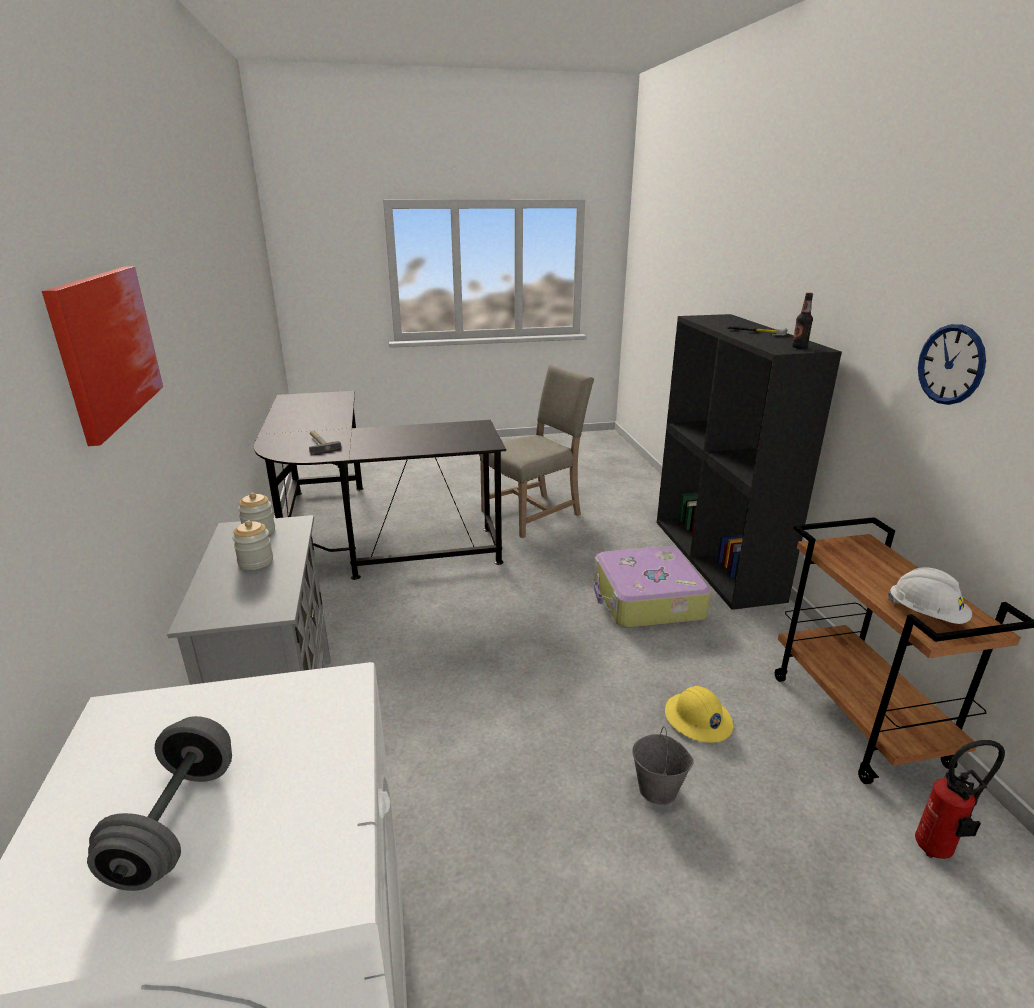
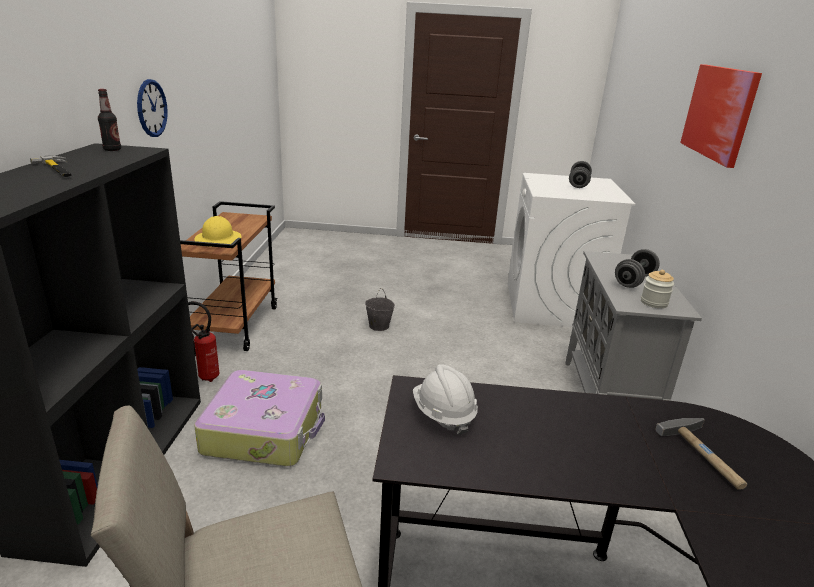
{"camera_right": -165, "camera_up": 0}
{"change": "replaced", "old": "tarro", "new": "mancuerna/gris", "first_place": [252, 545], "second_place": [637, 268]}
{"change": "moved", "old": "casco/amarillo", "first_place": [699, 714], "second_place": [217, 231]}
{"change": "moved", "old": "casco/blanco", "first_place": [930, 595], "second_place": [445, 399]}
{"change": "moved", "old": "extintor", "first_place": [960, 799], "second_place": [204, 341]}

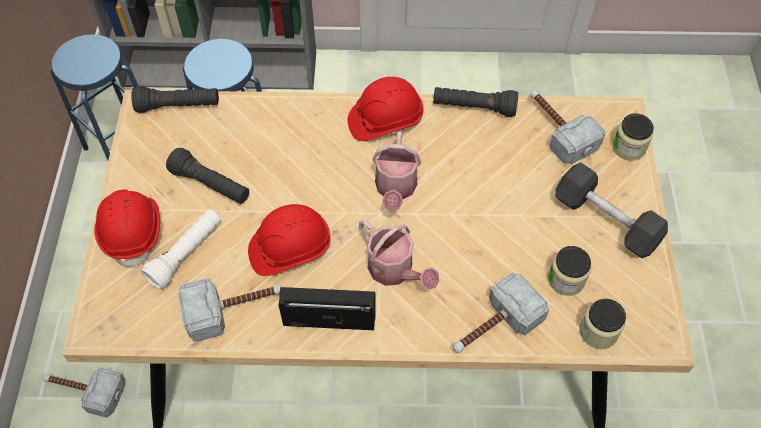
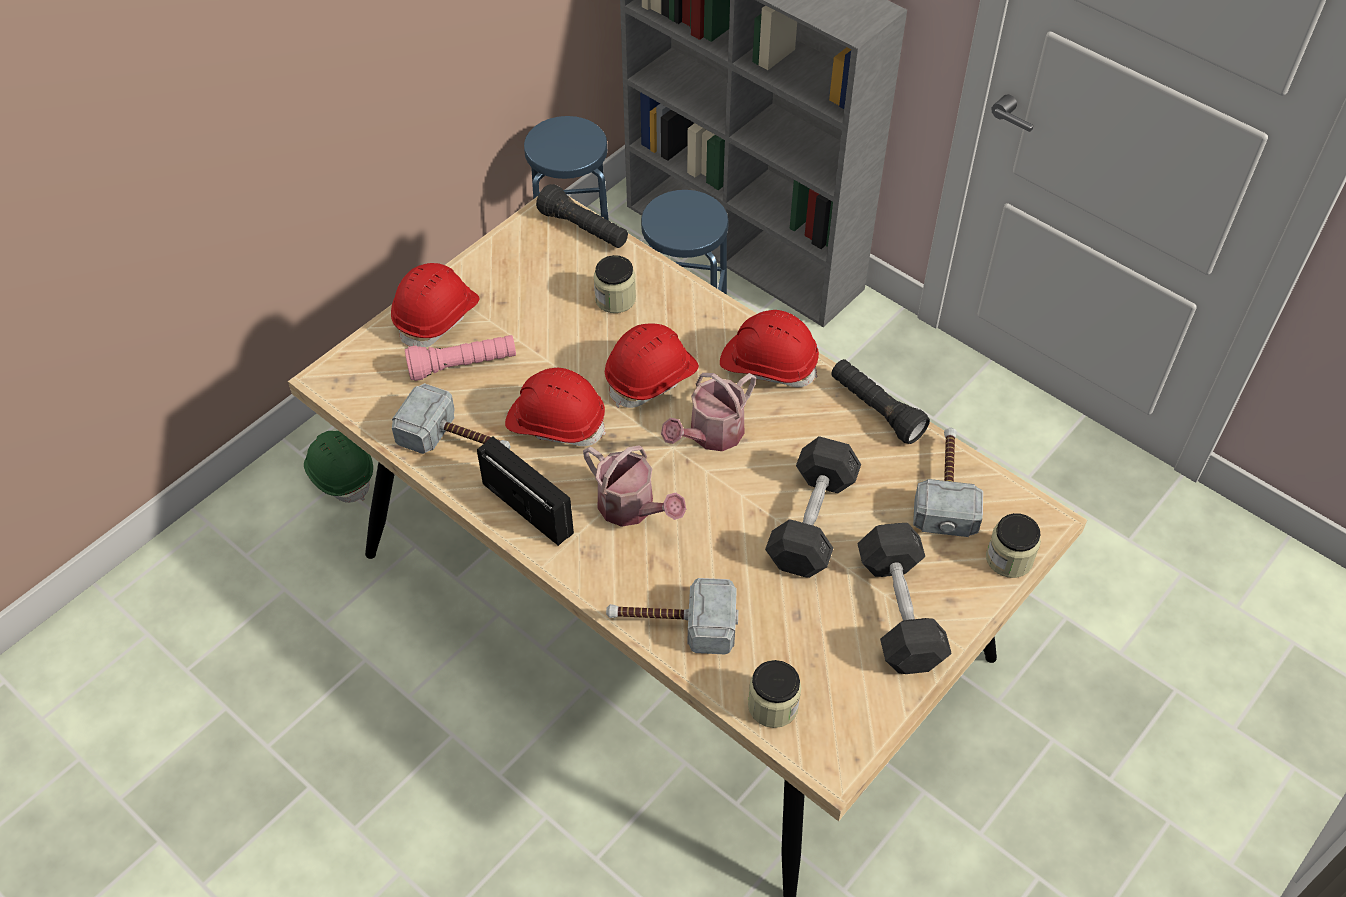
{"camera_right": 40, "camera_up": -5}
{"change": "replaced", "old": "martillo", "new": "casco/verde", "first_place": [83, 392], "second_place": [338, 467]}
{"change": "recoloured", "old": "linterna/blanco", "new": "linterna/rosa", "first_place": [181, 249], "second_place": [460, 358]}
{"change": "removed", "old": "linterna/negro", "first_place": [207, 176]}
{"change": "turned", "old": "regadera", "first_place": [399, 255], "second_place": [634, 486], "degrees": -45}
{"change": "moved", "old": "tarro", "first_place": [569, 271], "second_place": [615, 284]}
{"change": "added", "new": "casco/rojo", "second_place": [652, 365]}
{"change": "added", "new": "mancuerna/gris", "second_place": [813, 507]}

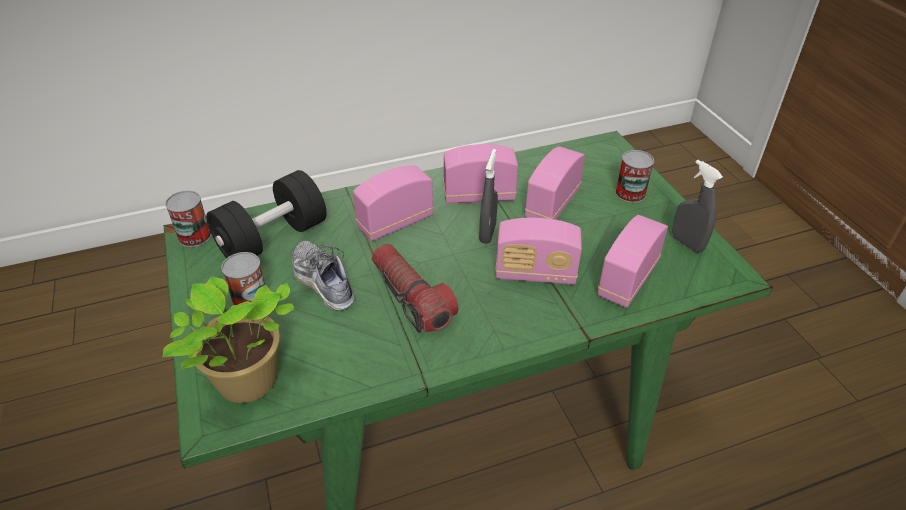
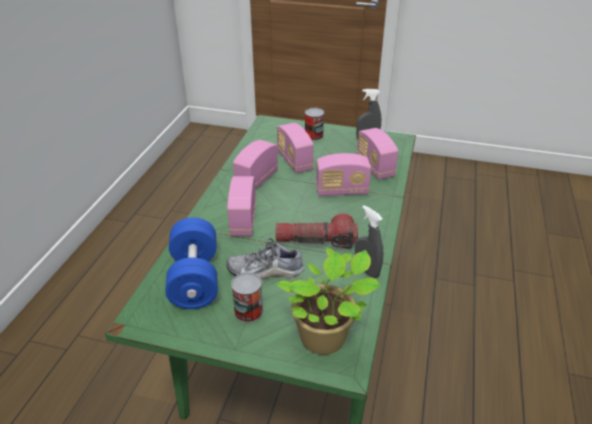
{"camera_right": -55, "camera_up": -5}
{"change": "removed", "old": "lata", "first_place": [188, 219]}
{"change": "recoloured", "old": "mancuerna/negro", "new": "mancuerna/azul", "first_place": [266, 214], "second_place": [191, 263]}
{"change": "moved", "old": "pulverizador/gris", "first_place": [488, 196], "second_place": [369, 242]}
{"change": "turned", "old": "radio", "first_place": [538, 251], "second_place": [343, 174], "degrees": 45}

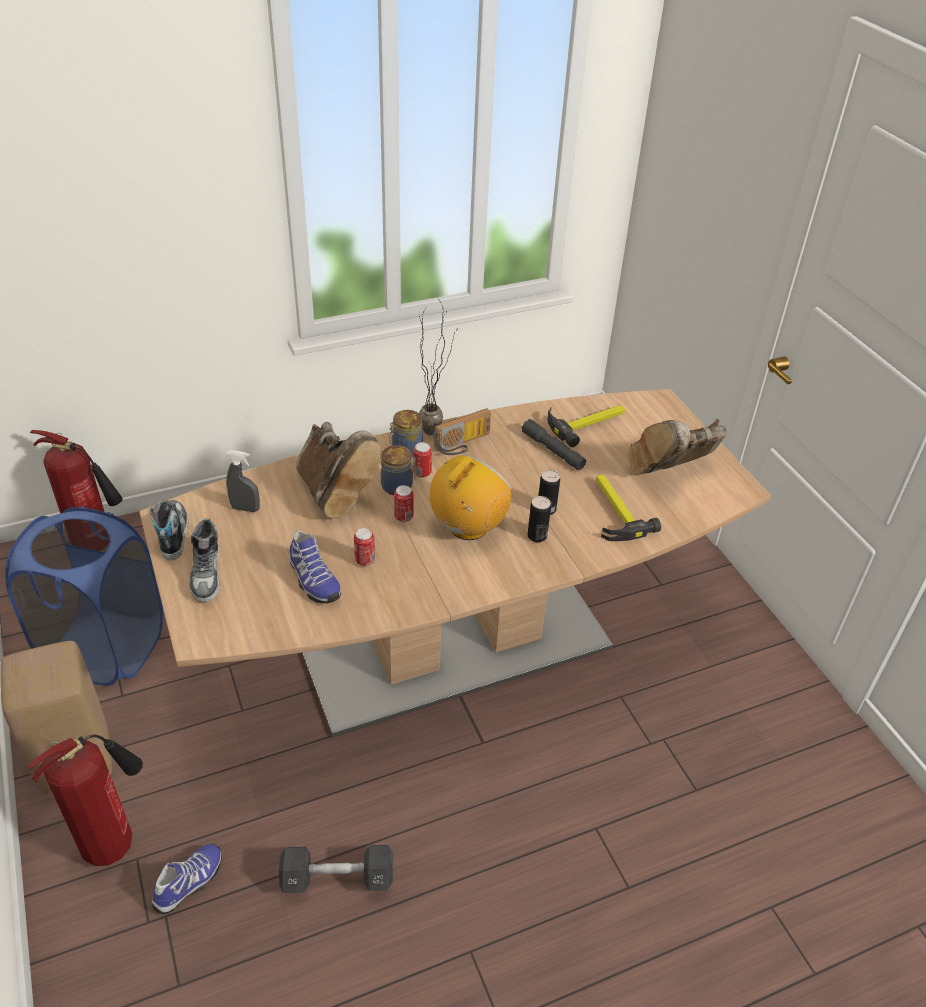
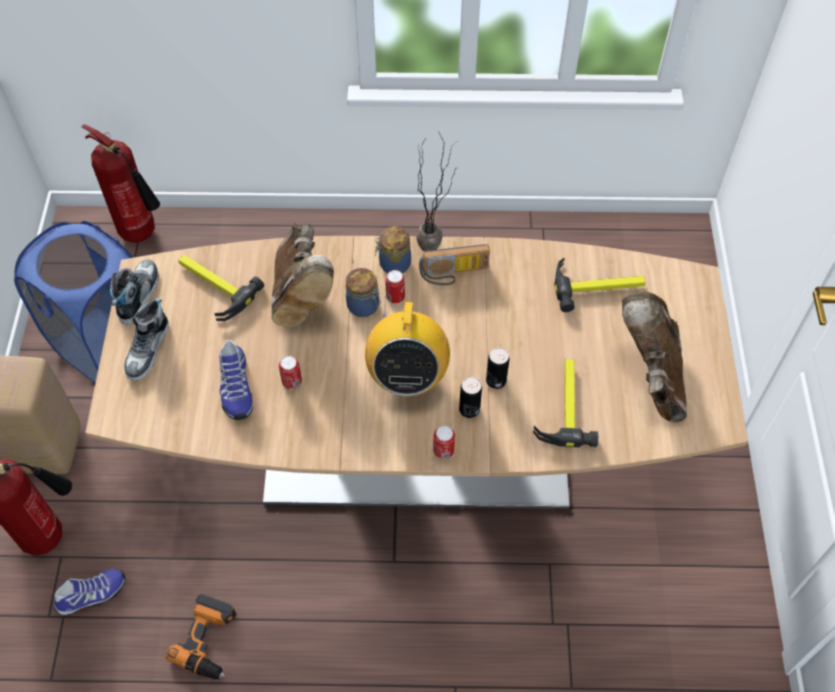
{"camera_right": 25, "camera_up": 15}
{"change": "replaced", "old": "pulverizador/gris", "new": "martillo", "first_place": [243, 481], "second_place": [221, 288]}
{"change": "replaced", "old": "mancuerna/negro", "new": "taladro", "first_place": [336, 869], "second_place": [201, 636]}
{"change": "moved", "old": "lata", "first_place": [403, 503], "second_place": [444, 442]}
{"change": "turned", "old": "radio", "first_place": [471, 497], "second_place": [407, 346], "degrees": 120}
{"change": "removed", "old": "linterna/gris", "first_place": [553, 444]}
{"change": "turned", "old": "bota/marrón", "first_place": [677, 447], "second_place": [654, 356], "degrees": 90}

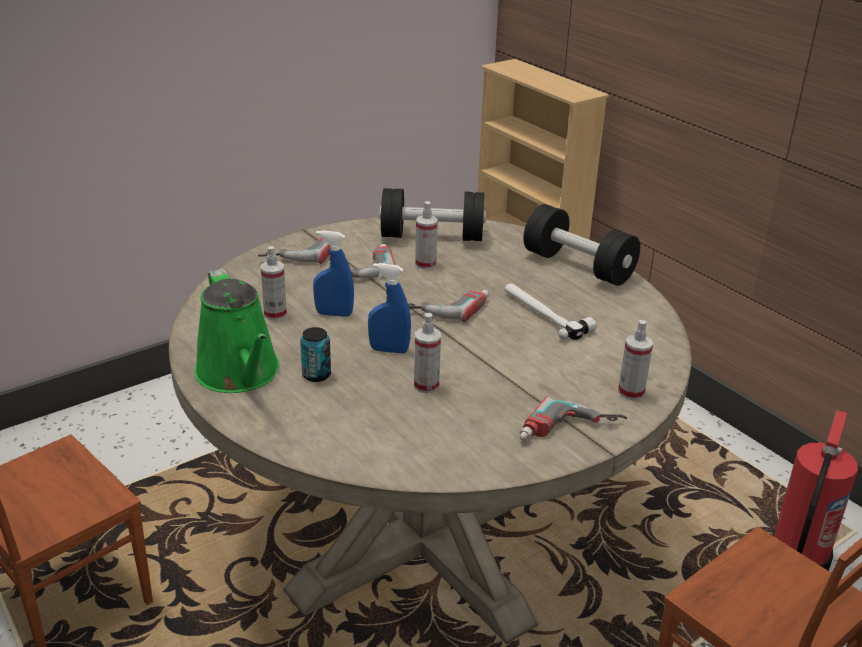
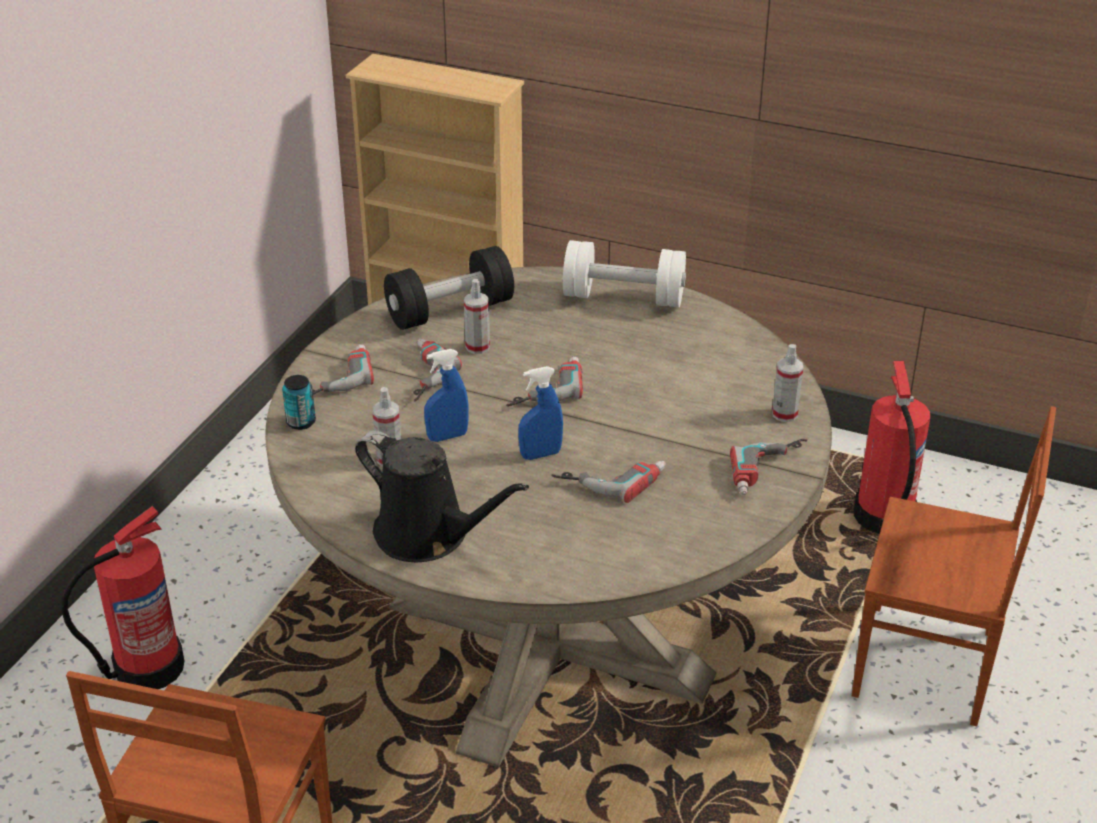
{"camera_right": -30, "camera_up": 5}
{"change": "recoloured", "old": "regadera/verde", "new": "regadera/negro", "first_place": [236, 330], "second_place": [442, 496]}
{"change": "moved", "old": "lata", "first_place": [315, 354], "second_place": [299, 402]}
{"change": "replaced", "old": "pulverizador", "new": "taladro", "first_place": [427, 353], "second_place": [609, 482]}
{"change": "removed", "old": "martillo", "first_place": [550, 311]}
{"change": "recoloured", "old": "mancuerna/negro", "new": "mancuerna/blanco", "first_place": [581, 245], "second_place": [624, 273]}
{"change": "added", "new": "extintor", "second_place": [122, 597]}

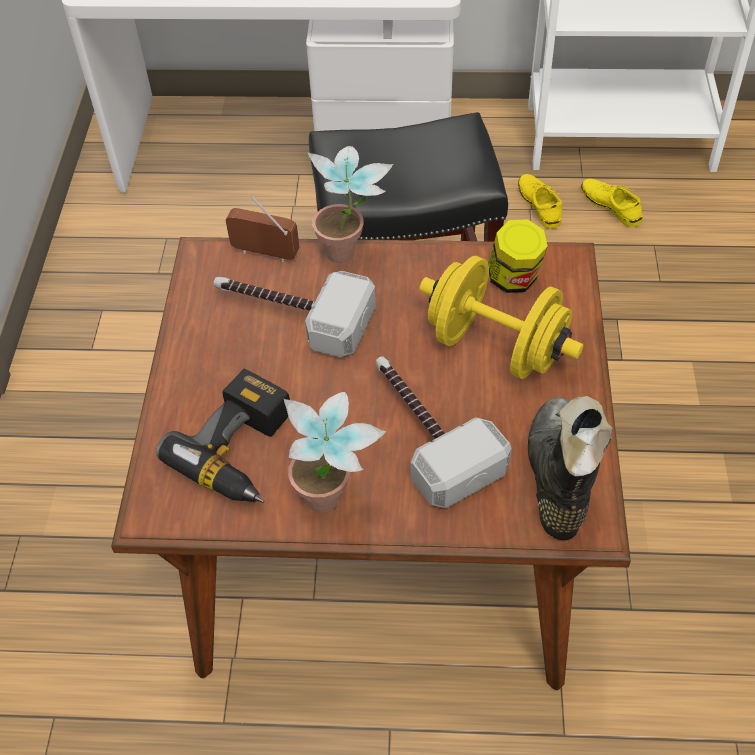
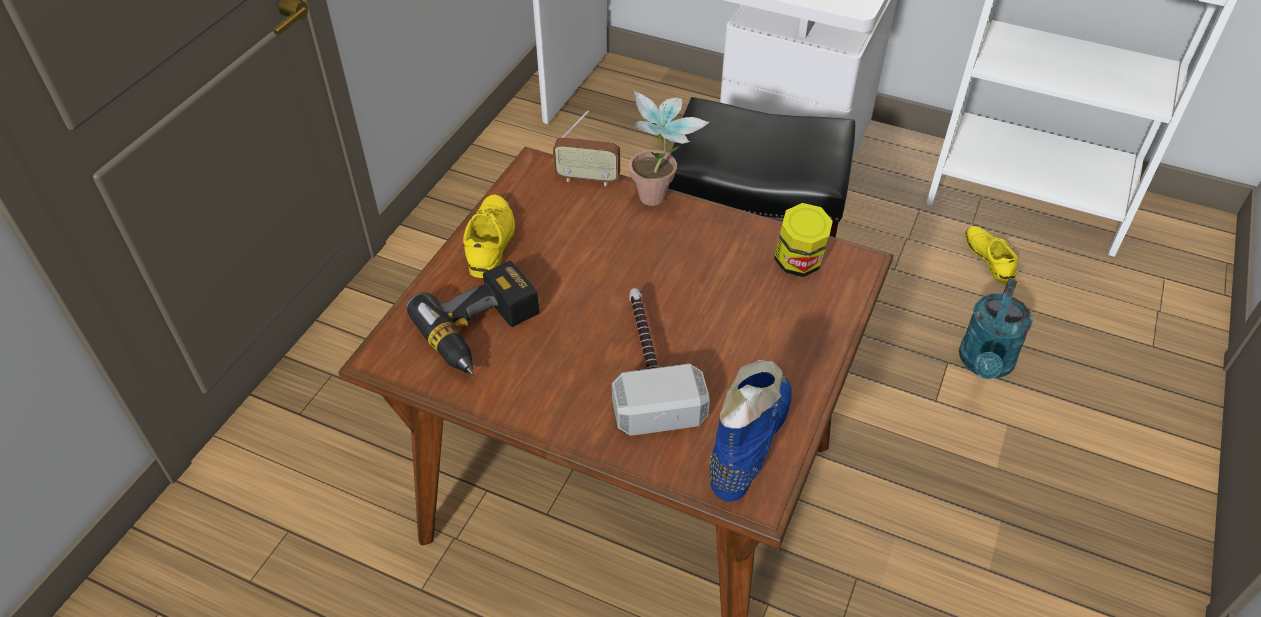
{"camera_right": 20, "camera_up": -5}
{"change": "removed", "old": "martillo", "first_place": [295, 314]}
{"change": "turned", "old": "radio", "first_place": [263, 228], "second_place": [586, 148], "degrees": 150}
{"change": "removed", "old": "planta en maceta", "first_place": [335, 452]}
{"change": "removed", "old": "mancuerna/amarillo", "first_place": [501, 317]}
{"change": "moved", "old": "zapato/amarillo", "first_place": [540, 201], "second_place": [489, 236]}
{"change": "recoloured", "old": "bota/negro", "new": "bota/azul", "first_place": [570, 468], "second_place": [750, 431]}
{"change": "added", "new": "regadera/turquesa", "second_place": [996, 329]}

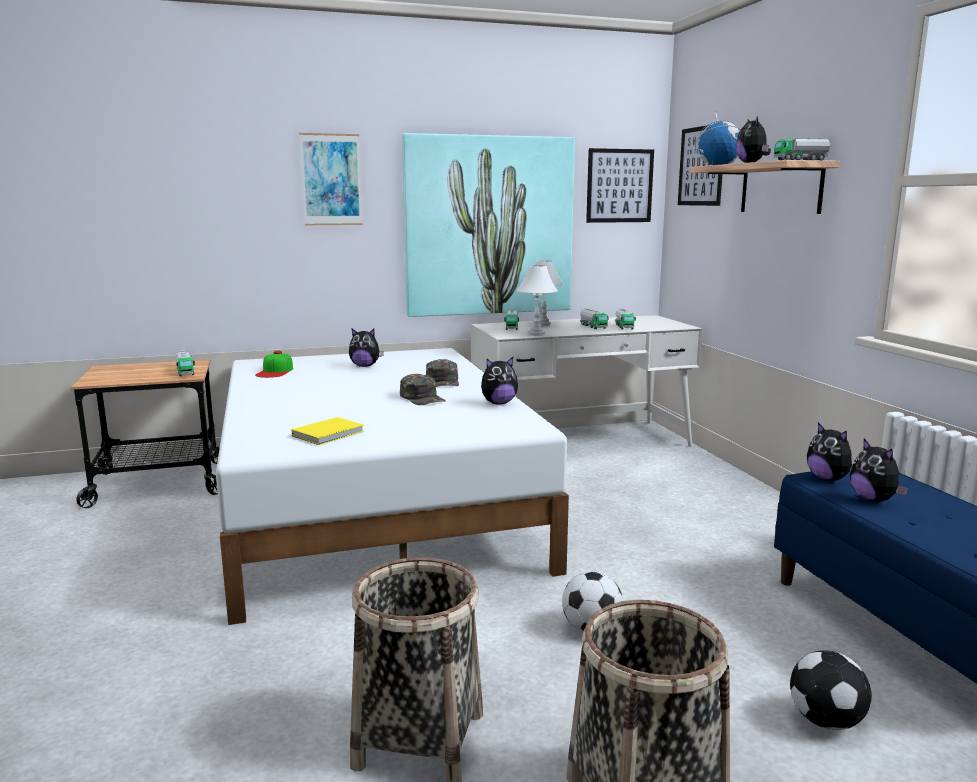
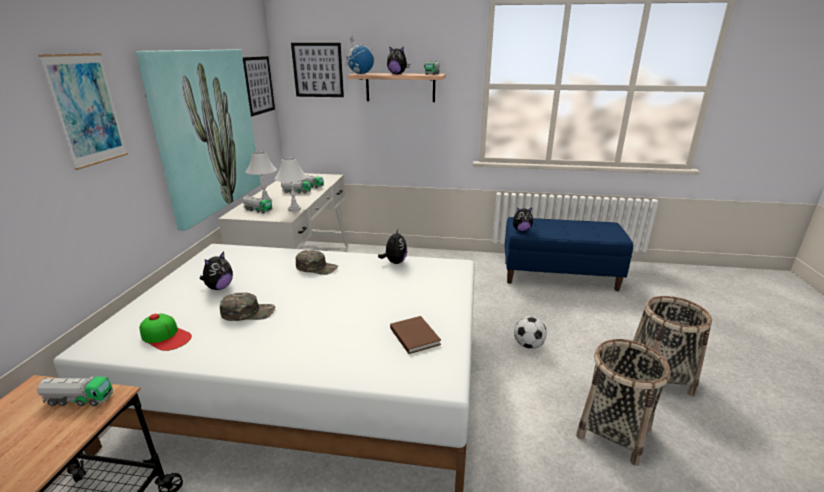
{"camera_right": -65, "camera_up": 10}
{"change": "recoloured", "old": "libro/amarillo", "new": "libro/marrón", "first_place": [328, 431], "second_place": [415, 335]}
{"change": "moved", "old": "gorra/verde", "first_place": [423, 389], "second_place": [247, 307]}
{"change": "removed", "old": "balón de fútbol", "first_place": [831, 690]}
{"change": "removed", "old": "peluche", "first_place": [879, 470]}

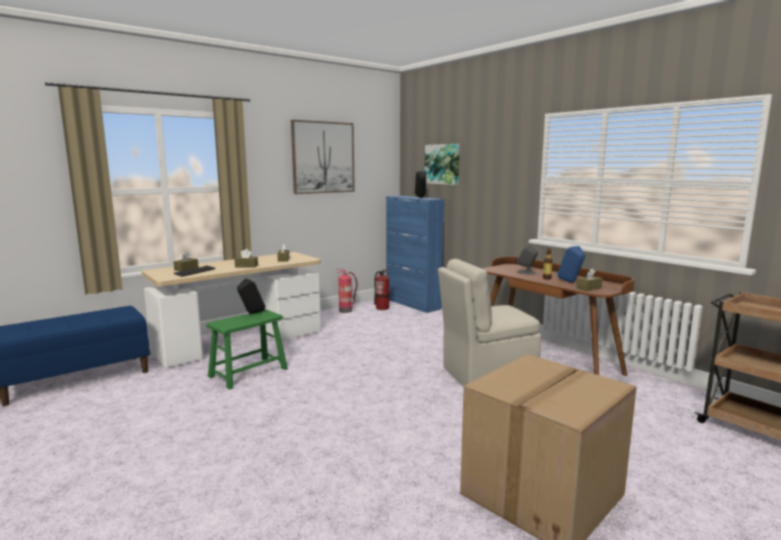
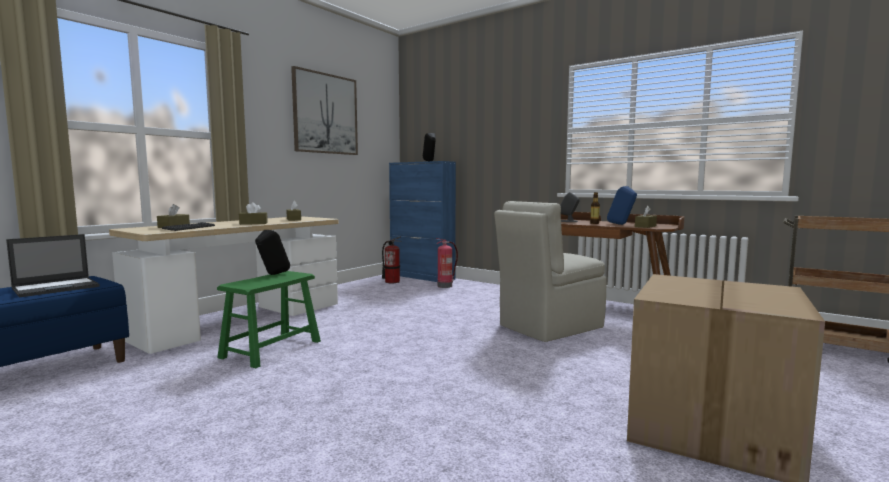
{"camera_right": -15, "camera_up": -5}
{"change": "moved", "old": "extintor", "first_place": [347, 291], "second_place": [447, 263]}
{"change": "removed", "old": "cuadro", "first_place": [442, 164]}
{"change": "added", "new": "portátil", "second_place": [53, 265]}

